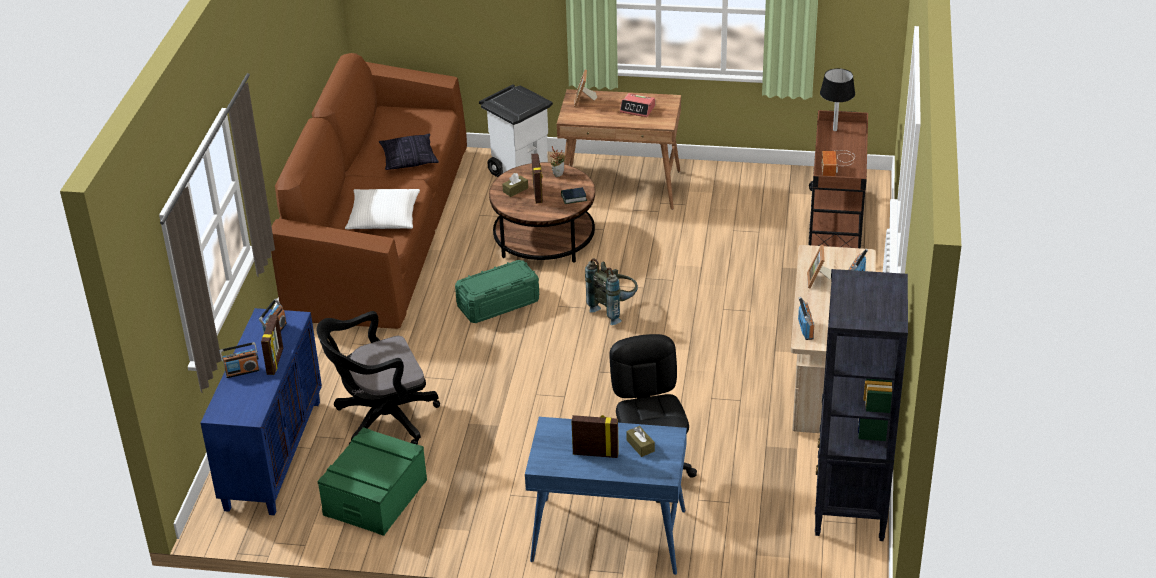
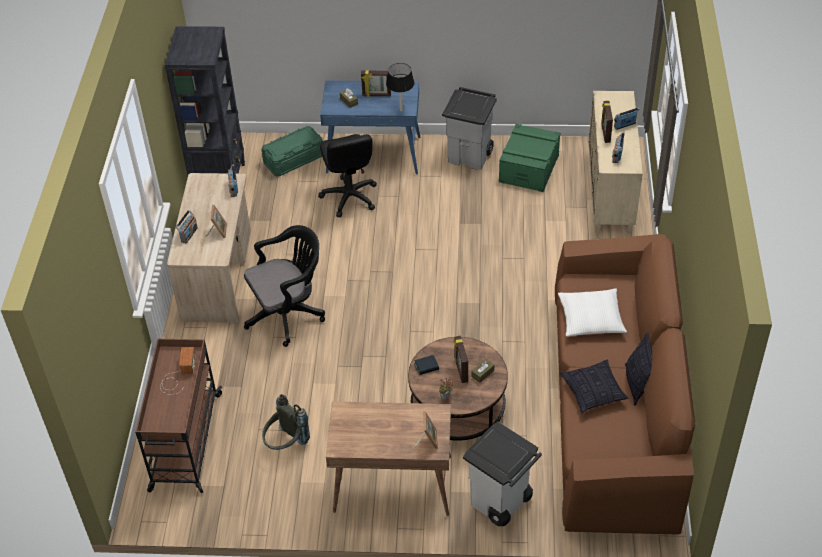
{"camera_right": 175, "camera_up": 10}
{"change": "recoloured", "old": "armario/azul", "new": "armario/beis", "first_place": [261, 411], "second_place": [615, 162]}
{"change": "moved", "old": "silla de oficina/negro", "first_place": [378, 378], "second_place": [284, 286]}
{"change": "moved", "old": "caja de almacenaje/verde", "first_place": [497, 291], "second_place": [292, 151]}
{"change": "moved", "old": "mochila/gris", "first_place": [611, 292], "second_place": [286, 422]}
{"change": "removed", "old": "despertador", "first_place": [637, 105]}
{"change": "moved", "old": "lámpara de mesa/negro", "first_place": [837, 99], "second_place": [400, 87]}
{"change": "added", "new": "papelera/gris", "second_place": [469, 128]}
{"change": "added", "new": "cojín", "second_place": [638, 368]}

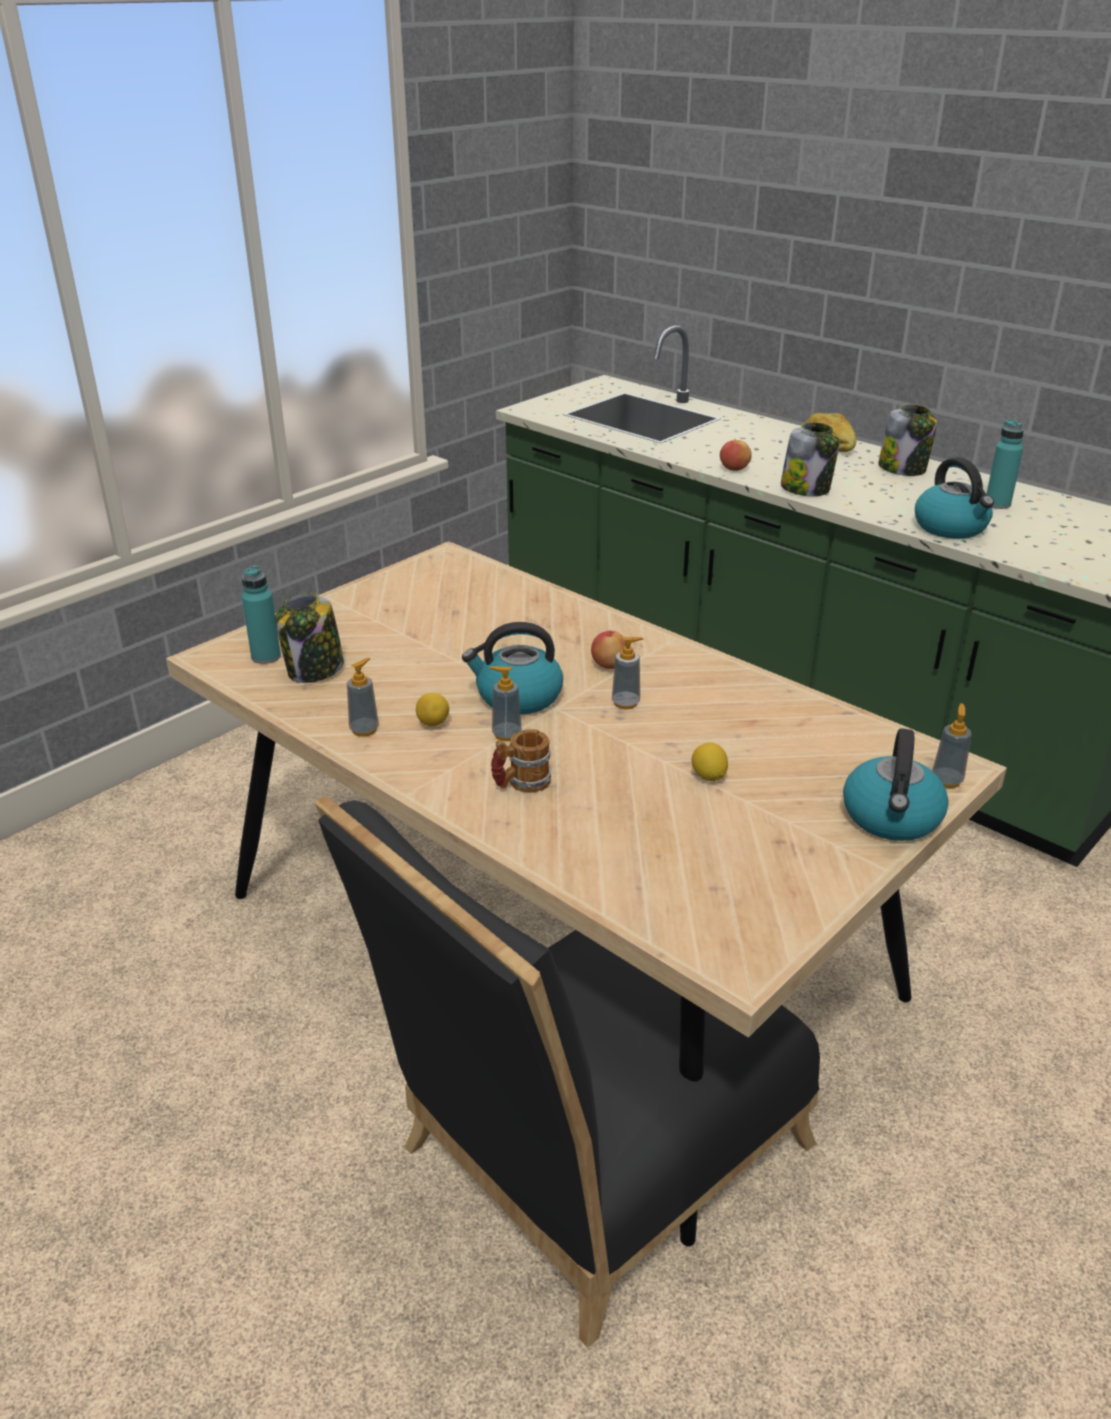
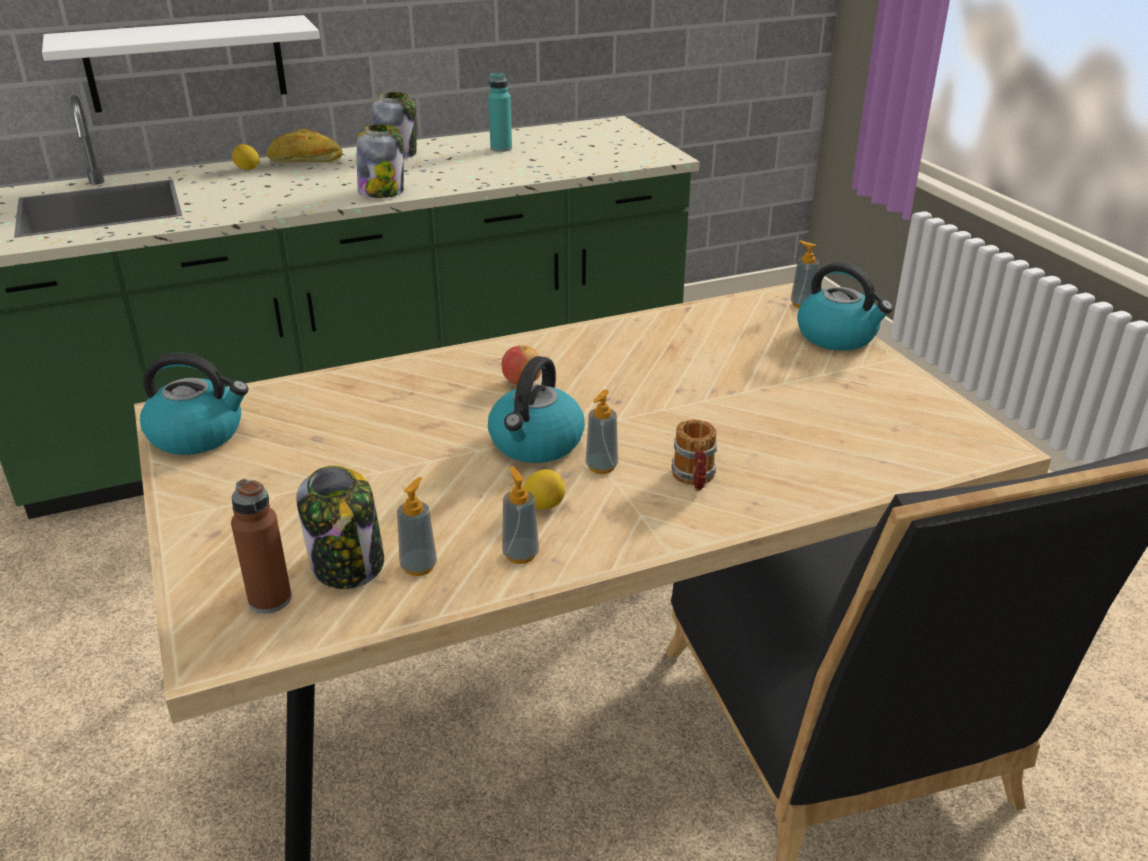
{"camera_right": -65, "camera_up": 0}
{"change": "recoloured", "old": "botella/turquesa", "new": "botella/marrón", "first_place": [261, 615], "second_place": [261, 546]}
{"change": "moved", "old": "dispensador de jabón", "first_place": [627, 673], "second_place": [417, 526]}
{"change": "moved", "old": "limón", "first_place": [710, 761], "second_place": [246, 157]}
{"change": "removed", "old": "manzana", "first_place": [736, 455]}
{"change": "moved", "old": "hervidor", "first_place": [954, 498], "second_place": [194, 403]}
{"change": "added", "new": "estante/blanco", "second_place": [181, 64]}

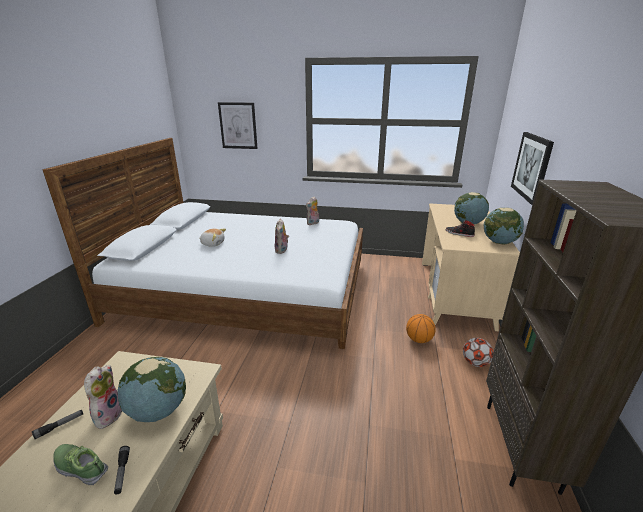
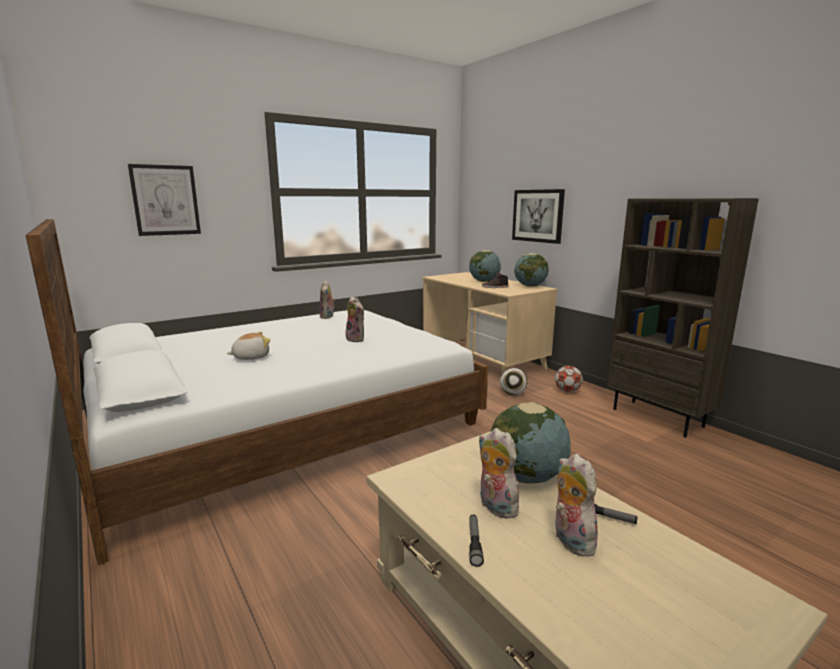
{"camera_right": -45, "camera_up": -10}
{"change": "replaced", "old": "zapato", "new": "peluche", "first_place": [80, 464], "second_place": [577, 505]}
{"change": "replaced", "old": "balón de baloncesto", "new": "balón de fútbol", "first_place": [421, 328], "second_place": [513, 381]}

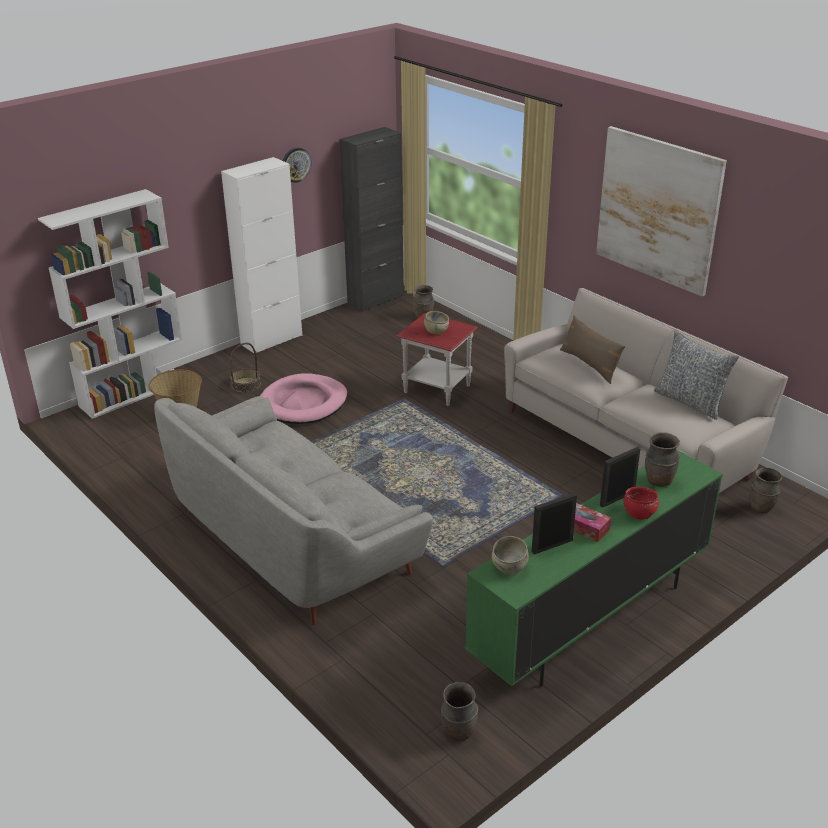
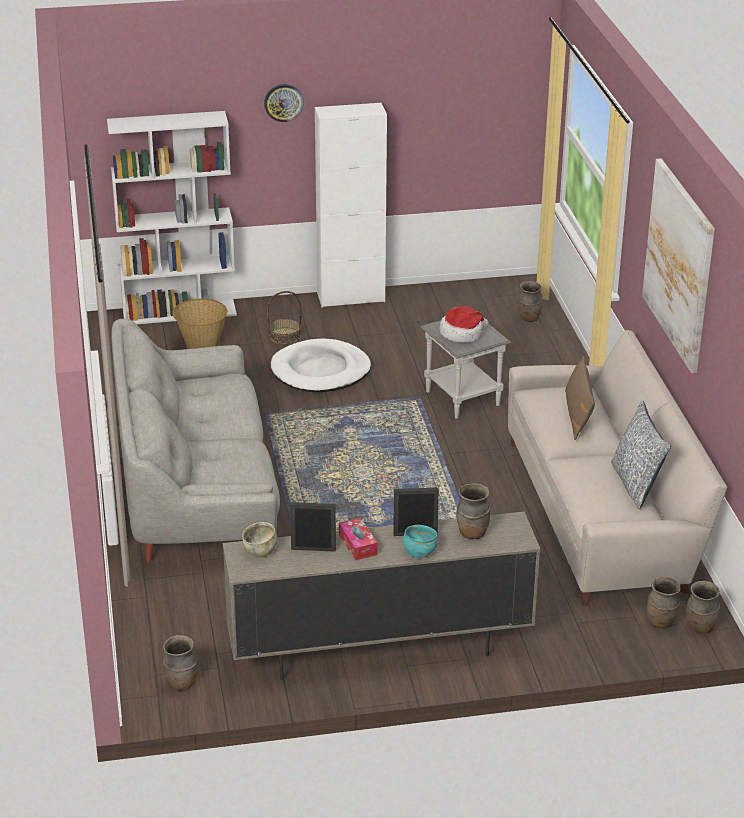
{"camera_right": 30, "camera_up": 0}
{"change": "recoloured", "old": "cama para perro/rosa", "new": "cama para perro/blanco", "first_place": [303, 399], "second_place": [321, 365]}
{"change": "moved", "old": "reloj de pared", "first_place": [297, 165], "second_place": [284, 103]}
{"change": "removed", "old": "armario/negro", "first_place": [372, 219]}
{"change": "recoloured", "old": "mesa auxiliar/rojo", "new": "mesa auxiliar/gris", "first_place": [437, 359], "second_place": [465, 369]}
{"change": "replaced", "old": "cuenco/beis", "new": "sombrero", "first_place": [436, 323], "second_place": [464, 324]}
{"change": "recoloured", "old": "mueble de televisión/verde", "new": "mueble de televisión/beis", "first_place": [594, 568], "second_place": [382, 596]}
{"change": "recoloured", "old": "cuenco/rojo", "new": "cuenco/turquesa", "first_place": [641, 503], "second_place": [420, 541]}
{"change": "added", "new": "florero/marrón", "second_place": [703, 607]}

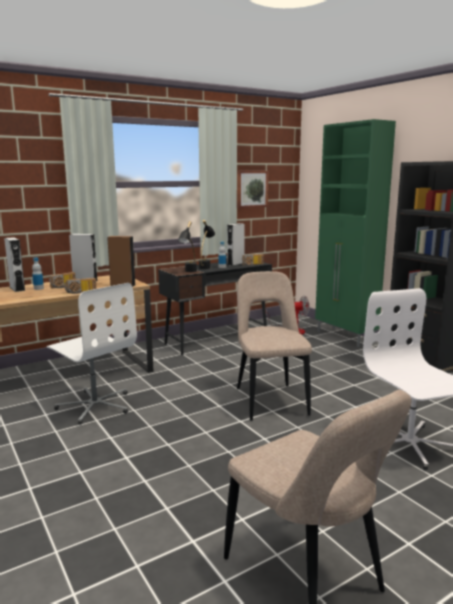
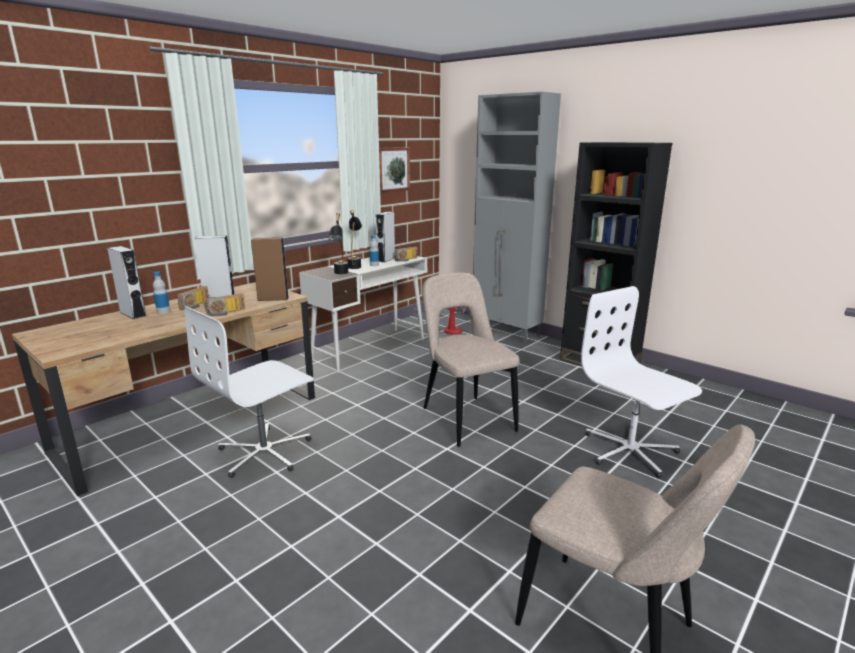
{"camera_right": -15, "camera_up": 5}
{"change": "turned", "old": "silla de oficina/blanco", "first_place": [92, 353], "second_place": [249, 392], "degrees": 105}
{"change": "recoloured", "old": "escritorio/negro", "new": "escritorio/blanco", "first_place": [215, 308], "second_place": [363, 314]}
{"change": "recoloured", "old": "armario/verde", "new": "armario/gris", "first_place": [355, 233], "second_place": [517, 217]}

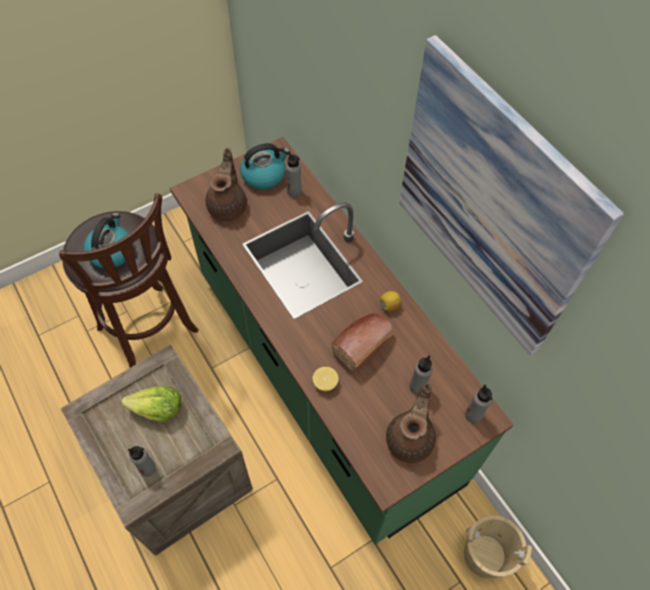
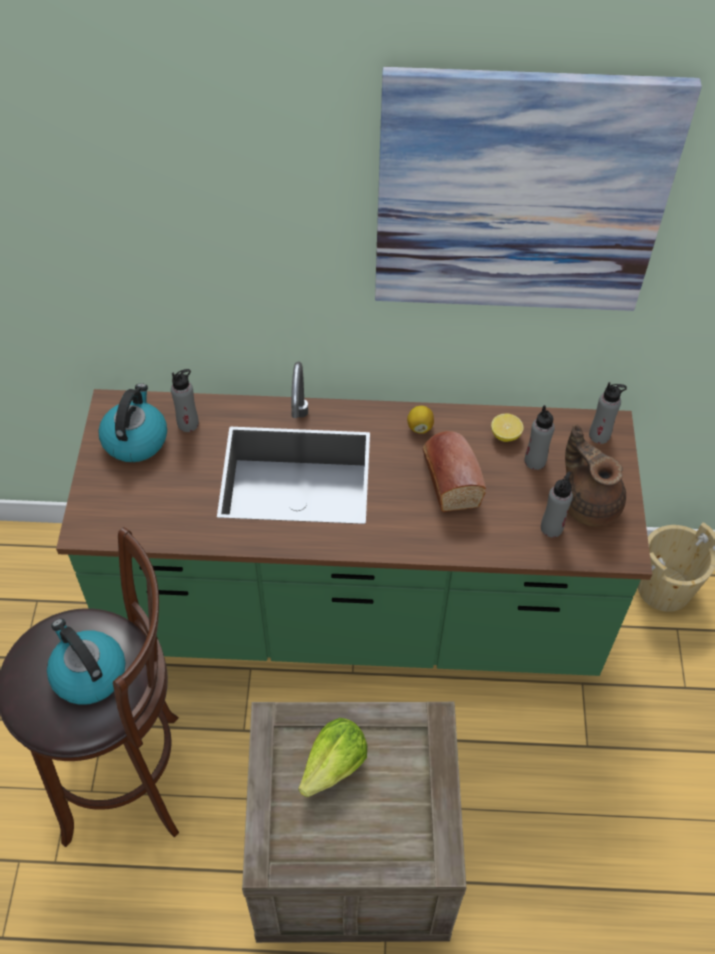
{"camera_right": -55, "camera_up": -5}
{"change": "moved", "old": "botella/gris", "first_place": [142, 461], "second_place": [557, 504]}
{"change": "removed", "old": "tetera/marrón", "first_place": [226, 184]}
{"change": "moved", "old": "limón", "first_place": [325, 379], "second_place": [507, 428]}

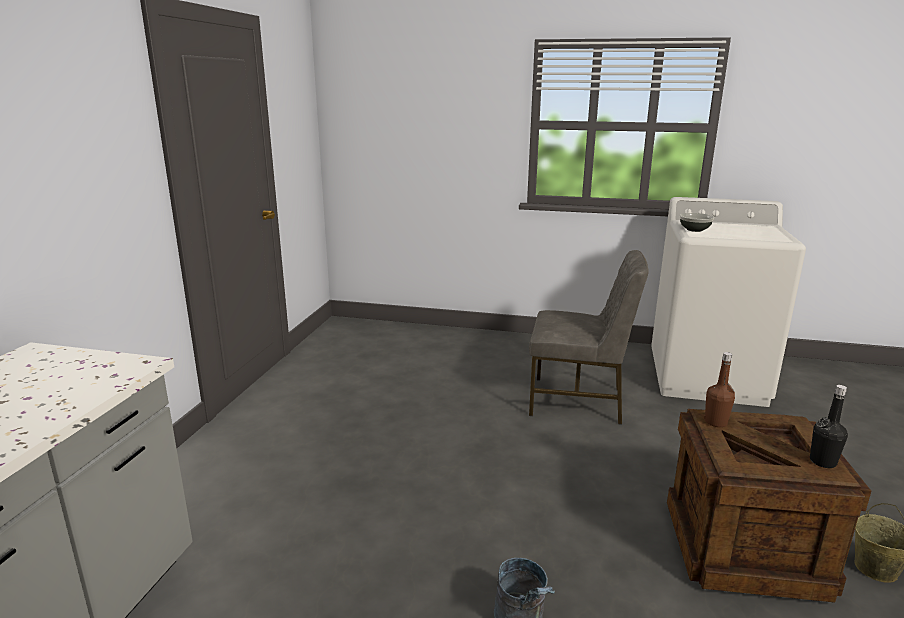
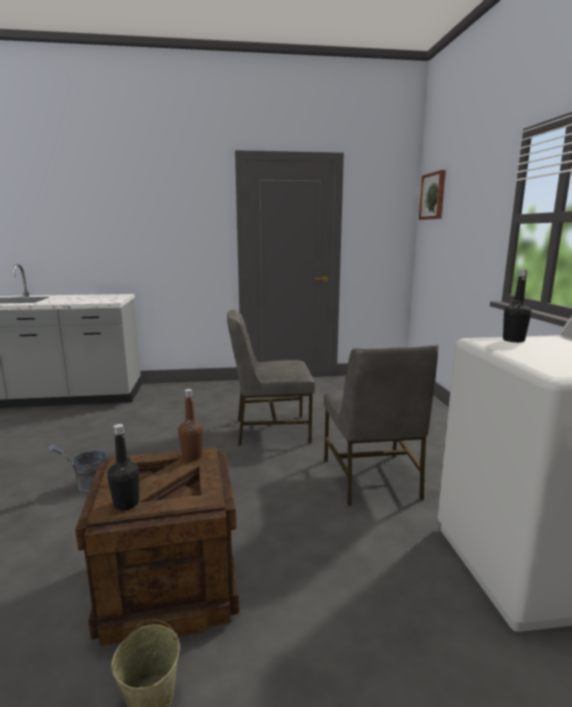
{"camera_right": 70, "camera_up": -5}
{"change": "replaced", "old": "cuenco", "new": "botella/negro", "first_place": [697, 222], "second_place": [517, 306]}
{"change": "added", "new": "silla/gris", "second_place": [271, 378]}
{"change": "added", "new": "cuadro", "second_place": [432, 195]}

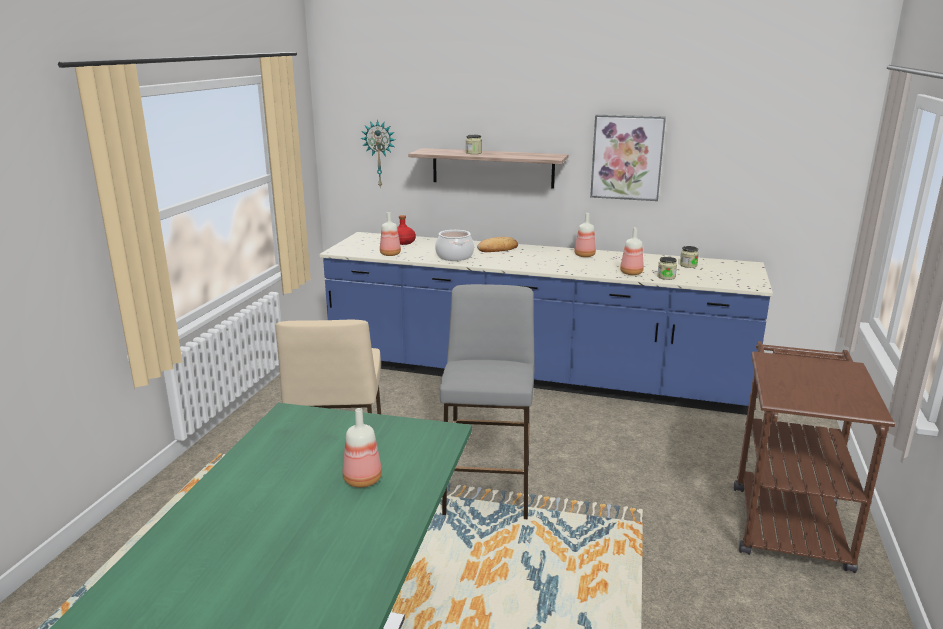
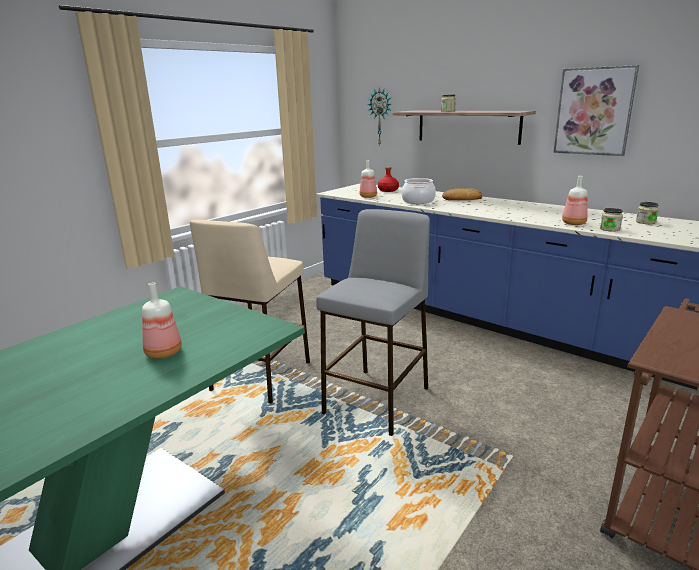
{"camera_right": 25, "camera_up": 0}
{"change": "removed", "old": "botella", "first_place": [585, 235]}

